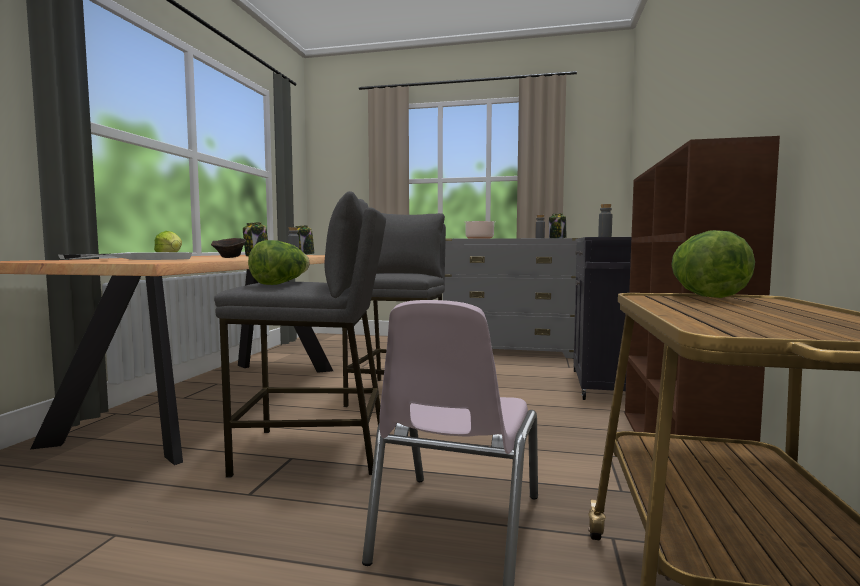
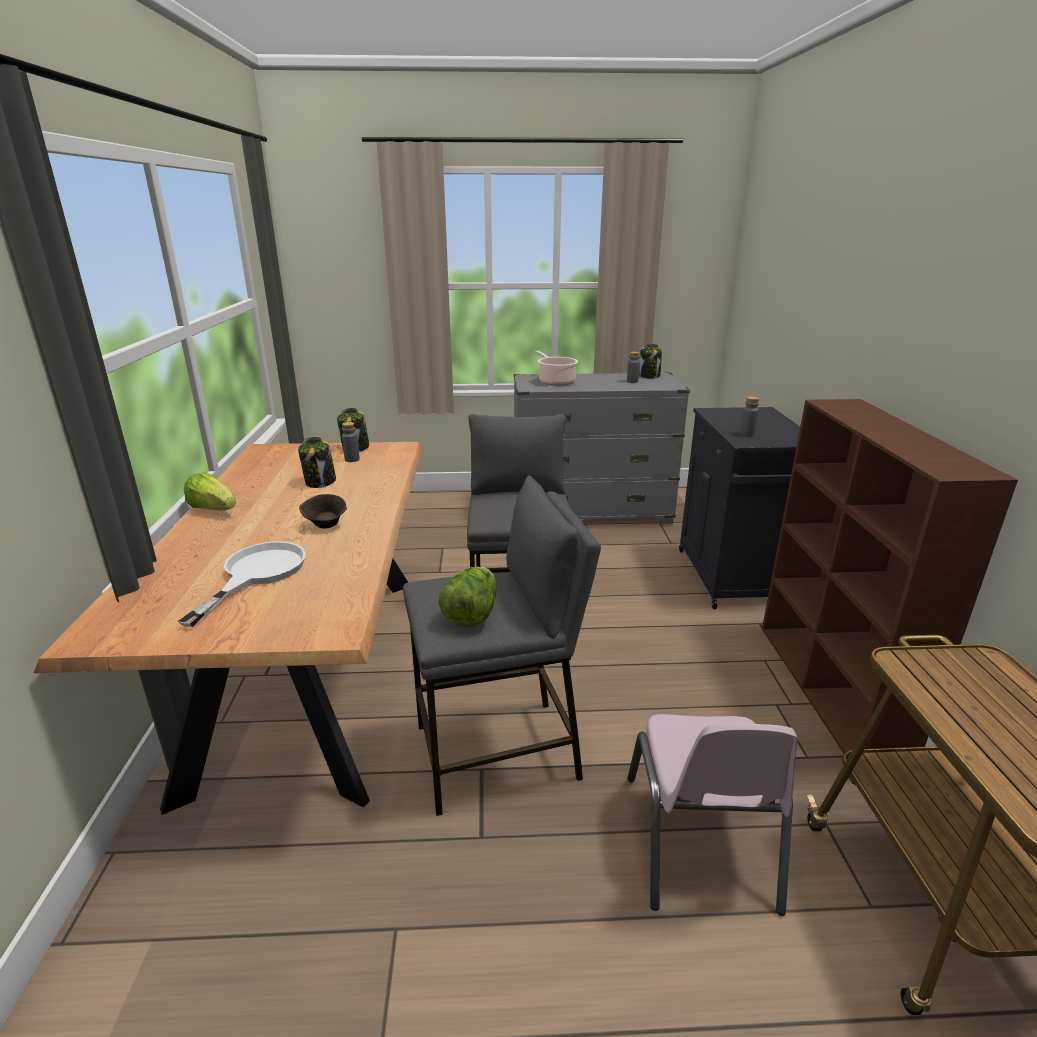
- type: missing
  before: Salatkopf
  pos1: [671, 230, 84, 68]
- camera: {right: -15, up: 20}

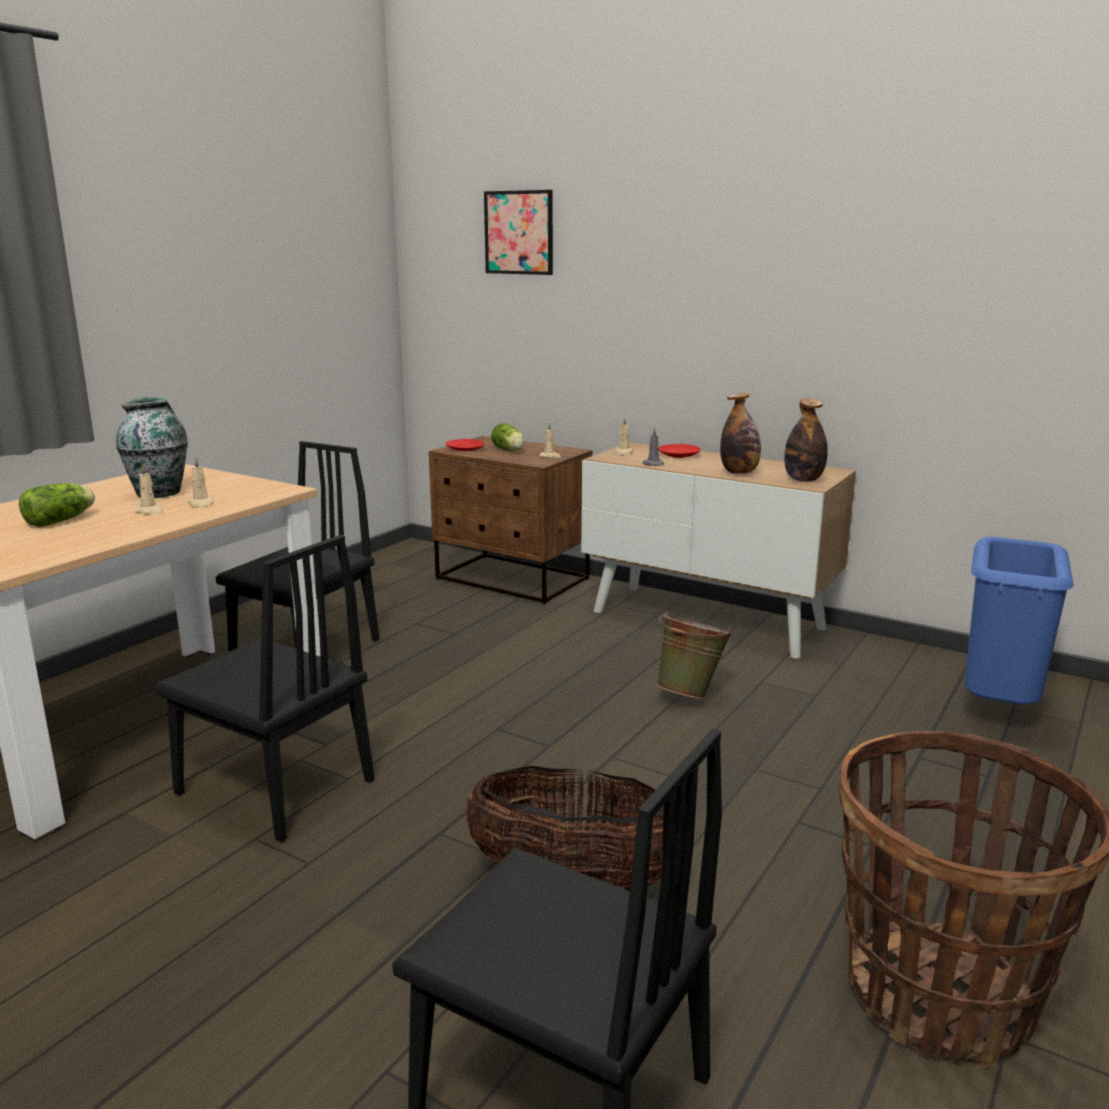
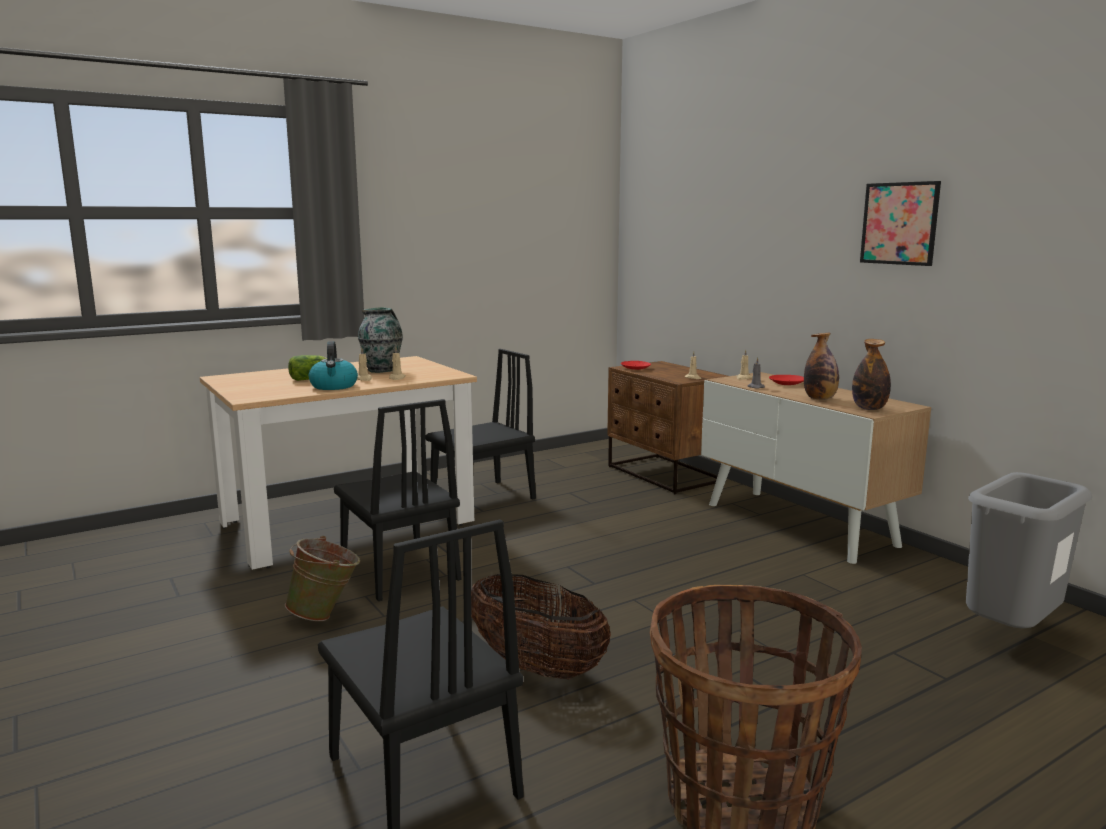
- type: missing
  before: Salatkopf
  pos1: [491, 423, 33, 28]
- type: appeared
  after: Wasserkessel
  pos2: [309, 341, 49, 49]
- type: relocated
  before: Bild
  pos1: [484, 190, 69, 85]
  pos2: [860, 181, 81, 85]
- type: relocated
  before: Eimer (grün)
  pos1: [656, 611, 77, 88]
  pos2: [285, 536, 75, 85]
- type: colour
  before: Mülleimer (blau)
  after: Mülleimer (grau)
  pos1: [964, 537, 110, 168]
  pos2: [966, 472, 126, 157]
- camera: {right: 25, up: -5}

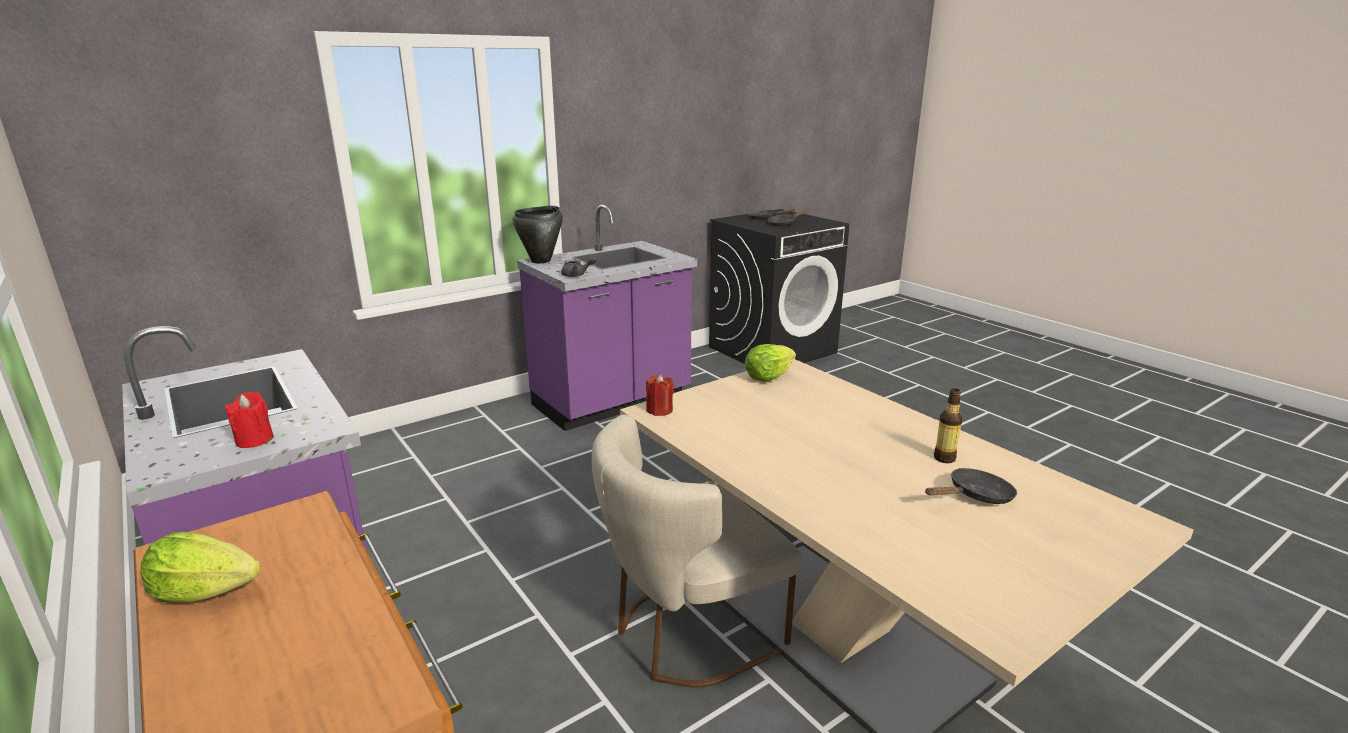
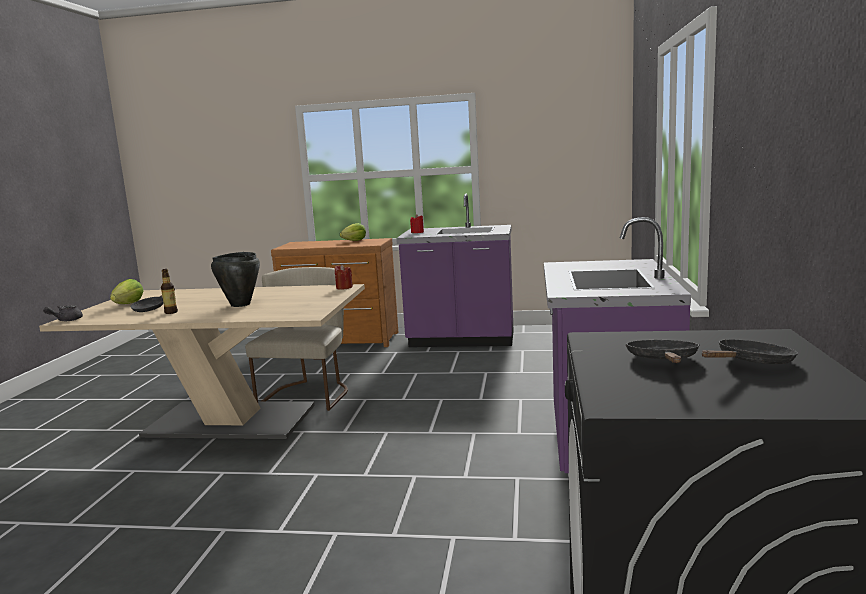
- type: relocated
  before: Kochtopf (schwarz)
  pos1: [513, 206, 50, 57]
  pos2: [211, 252, 49, 55]
- type: relocated
  before: Teekanne (grau)
  pos1: [561, 256, 36, 21]
  pos2: [43, 305, 40, 16]
- type: relocated
  before: Salatkopf
  pos1: [745, 344, 51, 38]
  pos2: [110, 279, 34, 25]
- camera: {right: 135, up: -10}

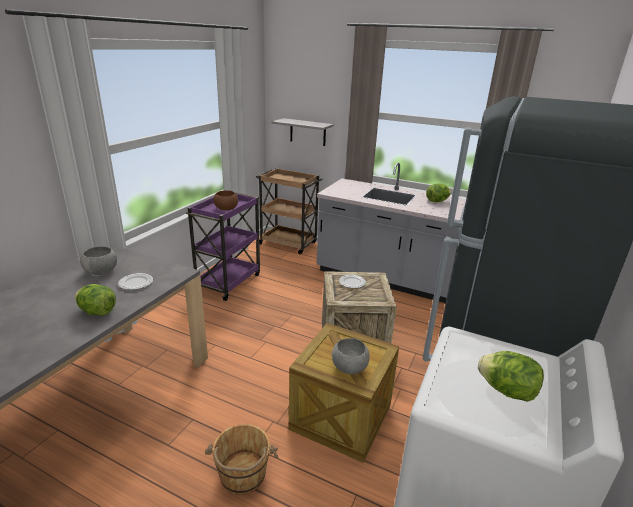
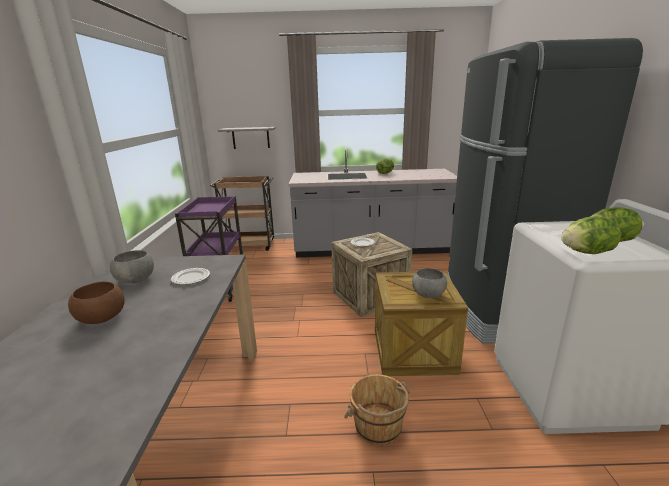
- type: relocated
  before: Salatkopf
  pos1: [75, 284, 41, 32]
  pos2: [561, 216, 60, 38]
- type: relocated
  before: Schüssel (braun)
  pos1: [214, 190, 24, 21]
  pos2: [68, 281, 57, 43]
- camera: {right: -25, up: -5}

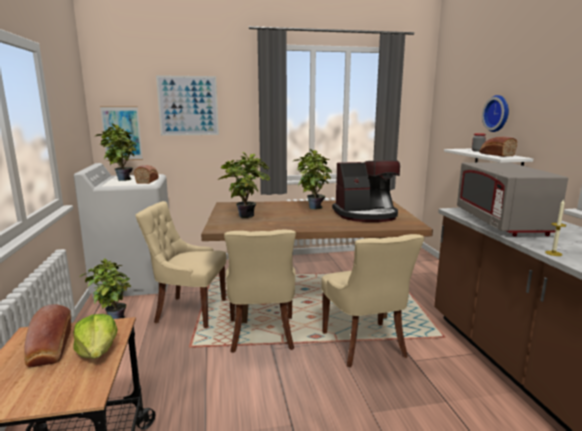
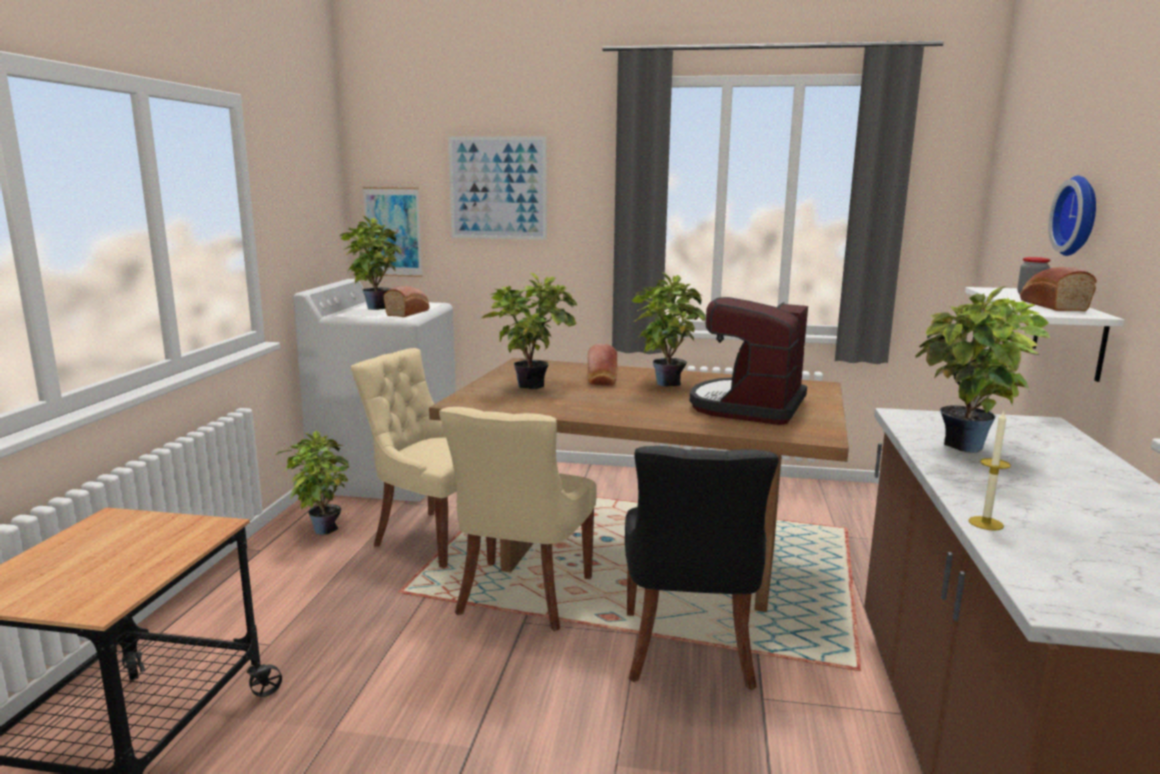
- type: missing
  before: Salatkopf
  pos1: [73, 314, 45, 45]
- type: relocated
  before: Brot
  pos1: [24, 305, 48, 62]
  pos2: [588, 343, 30, 43]
- type: exchanged
  before: Mikrowelle (grau)
  after: Topfpflanze
  pos1: [457, 162, 111, 74]
  pos2: [915, 286, 135, 167]
- type: colour
  before: Stuhl (beige)
  after: Stuhl (schwarz)
  pos1: [321, 234, 104, 134]
  pos2: [625, 446, 154, 244]
- type: spun
  before: Kaffeemaschine
  pos1: [332, 160, 68, 62]
  pos2: [690, 297, 118, 128]
  turn: 105
- camera: {right: 20, up: 0}

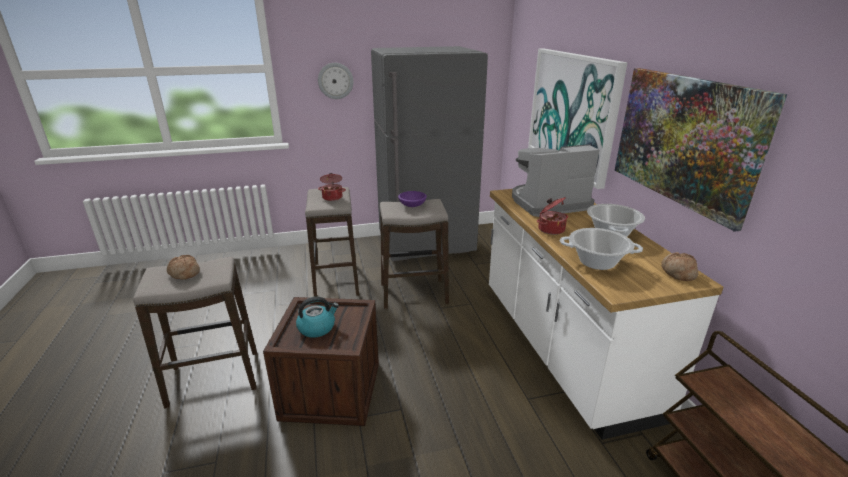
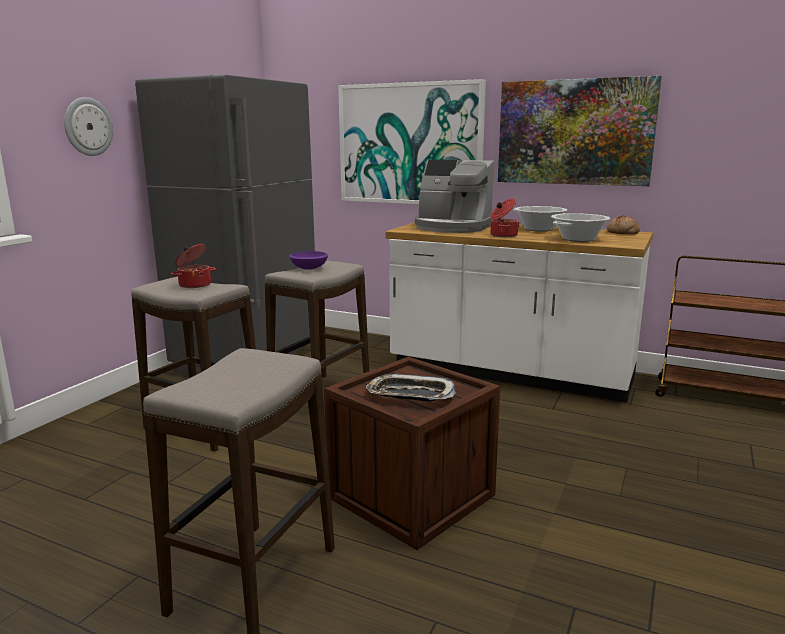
- type: missing
  before: Brot
  pos1: [167, 255, 33, 25]
- type: exchanged
  before: Wasserkessel
  after: Tablett
  pos1: [296, 297, 43, 41]
  pos2: [366, 374, 90, 28]
- type: spun
  before: Kaffeemaschine
  pos1: [512, 144, 87, 73]
  pos2: [415, 160, 79, 73]
  turn: -90
- camera: {right: -50, up: -10}

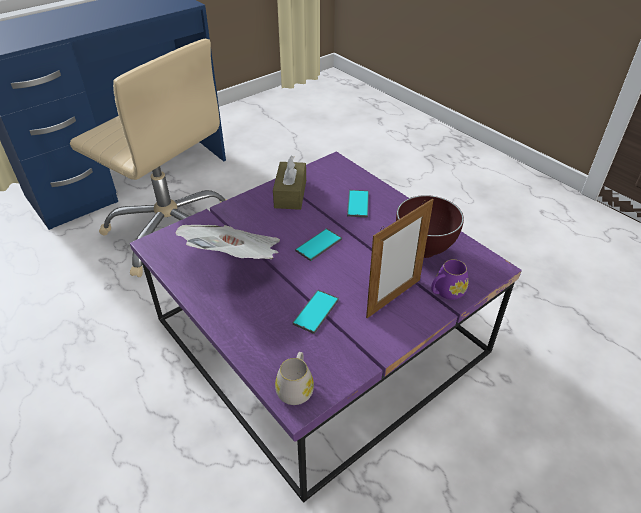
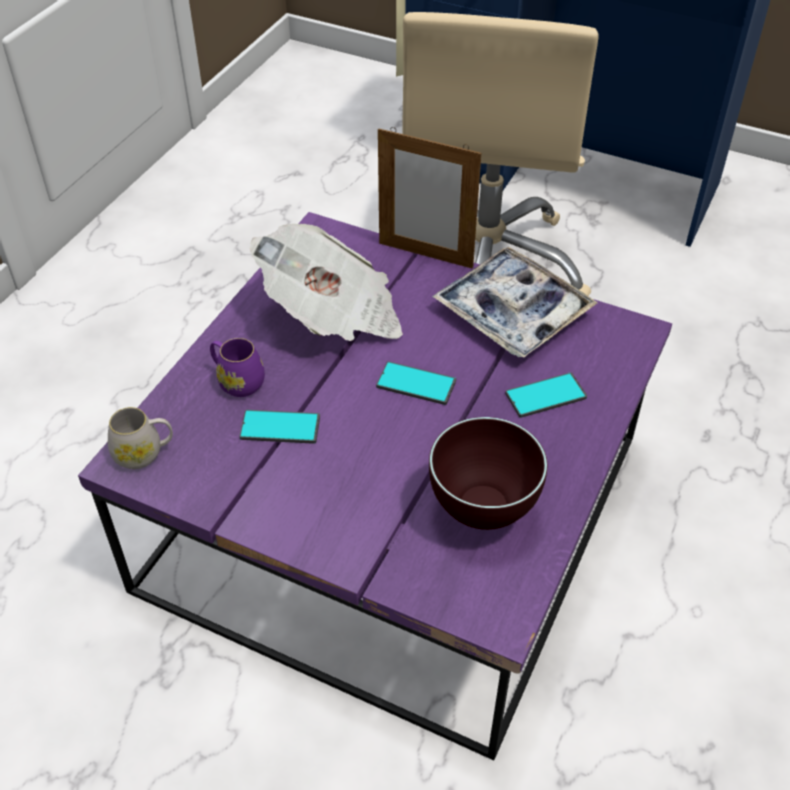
- type: relocated
  before: Bilderrahmen
  pos1: [366, 198, 68, 120]
  pos2: [378, 127, 103, 142]
- type: relocated
  before: Henkelbecher (lila)
  pos1: [431, 259, 37, 41]
  pos2: [210, 338, 55, 59]
- type: exchanged
  before: Taschentuchbox (braun)
  after: Tablett
  pos1: [273, 155, 33, 55]
  pos2: [432, 247, 166, 111]
- camera: {right: 65, up: 5}

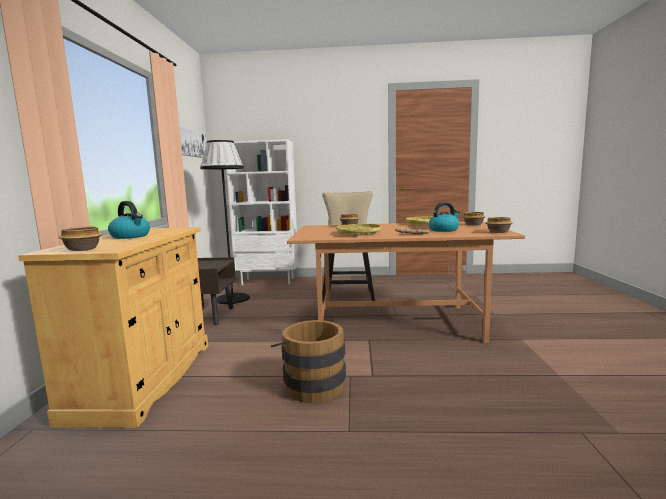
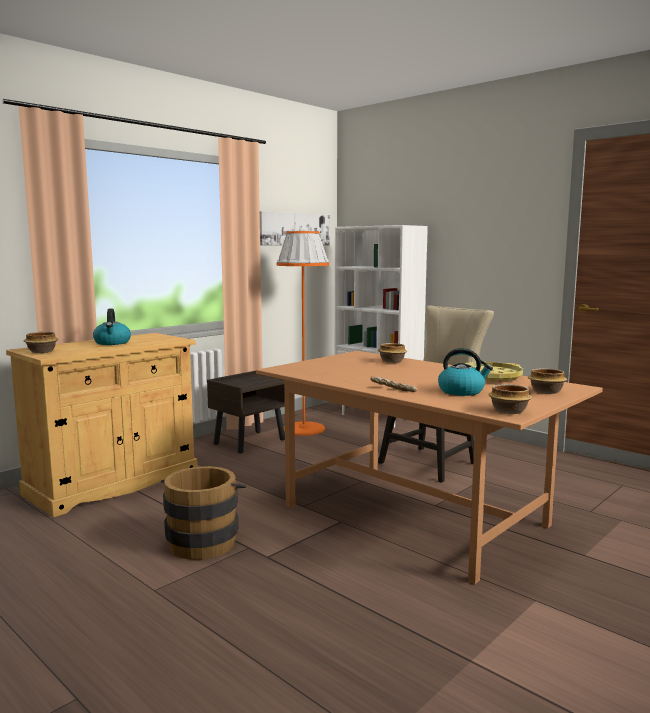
- type: missing
  before: Tablett (gelb)
  pos1: [336, 223, 46, 12]
- type: colour
  before: Stehlampe (schwarz)
  after: Stehlampe (orange)
  pos1: [200, 140, 50, 164]
  pos2: [276, 231, 53, 205]
- camera: {right: 40, up: 0}

